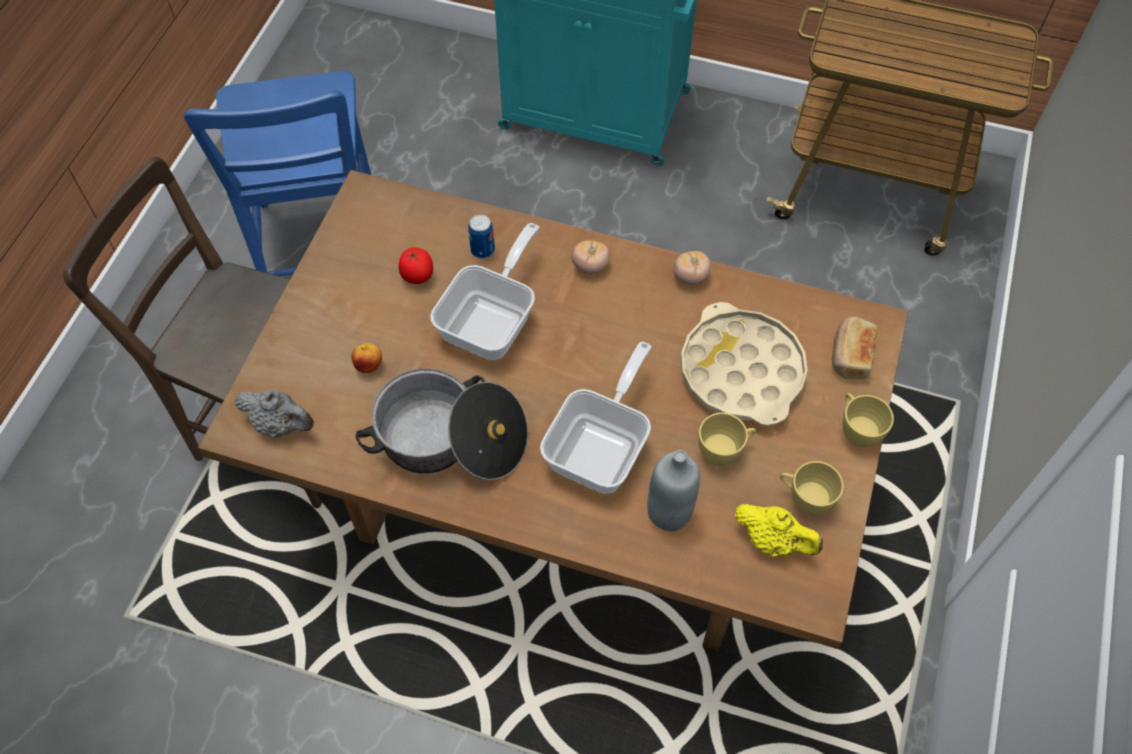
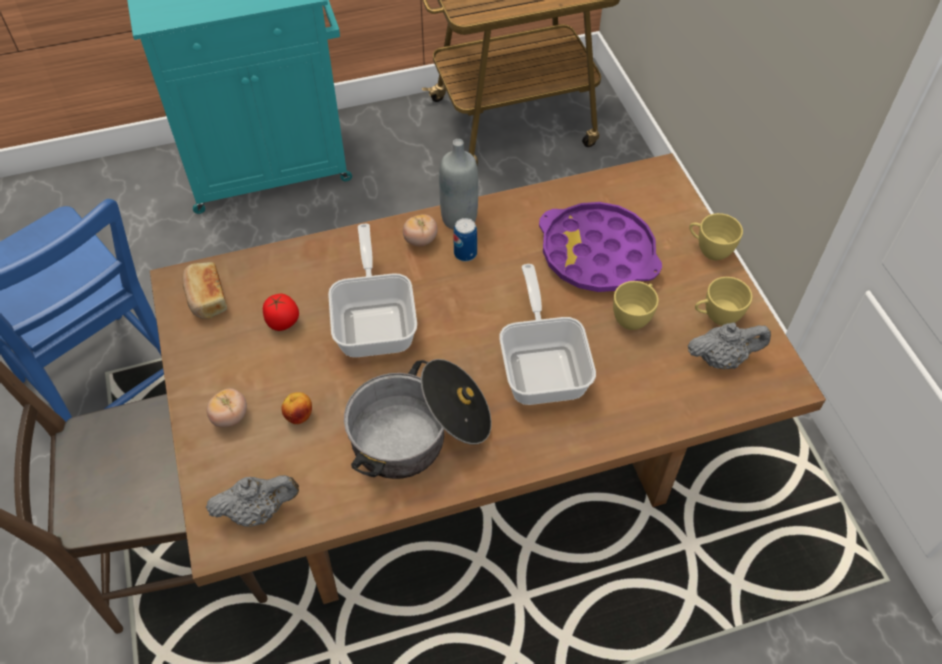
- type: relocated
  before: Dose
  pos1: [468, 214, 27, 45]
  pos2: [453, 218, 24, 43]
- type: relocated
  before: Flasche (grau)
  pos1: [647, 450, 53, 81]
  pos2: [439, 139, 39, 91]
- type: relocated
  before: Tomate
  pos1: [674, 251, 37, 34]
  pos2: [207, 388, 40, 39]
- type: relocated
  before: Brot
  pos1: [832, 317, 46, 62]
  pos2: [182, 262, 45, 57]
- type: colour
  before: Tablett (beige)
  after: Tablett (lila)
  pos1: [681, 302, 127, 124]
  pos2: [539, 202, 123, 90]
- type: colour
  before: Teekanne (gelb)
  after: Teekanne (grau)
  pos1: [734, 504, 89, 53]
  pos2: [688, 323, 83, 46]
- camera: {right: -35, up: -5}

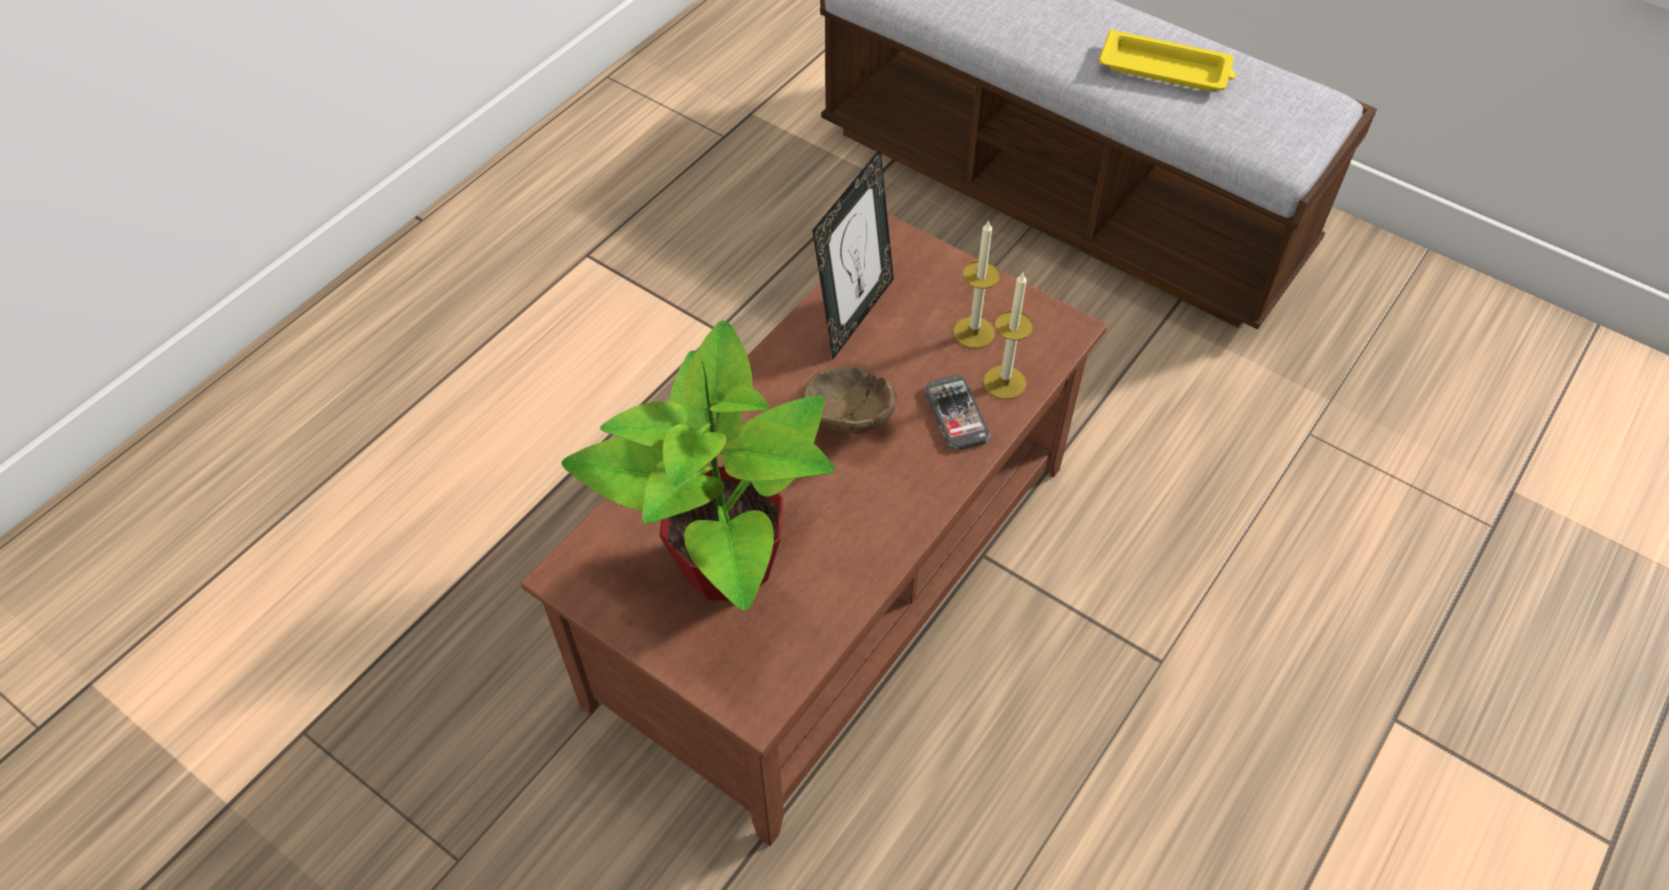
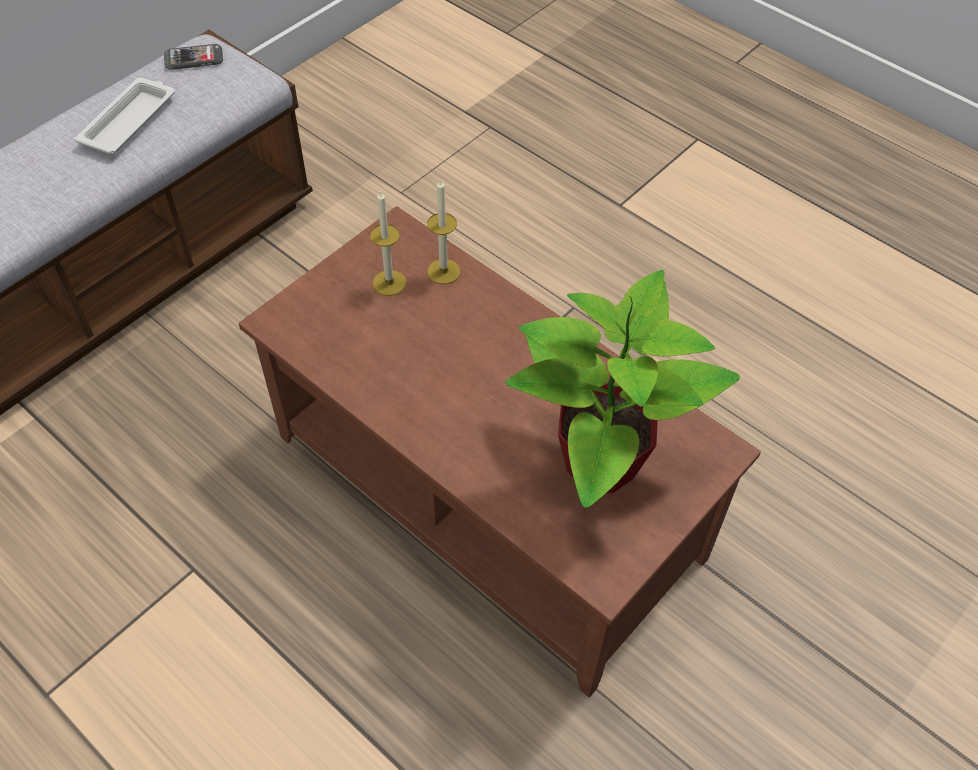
- type: missing
  before: Schüssel (braun)
  pos1: [803, 367, 94, 67]
- type: missing
  before: Bilderrahmen
  pos1: [812, 148, 82, 211]
- type: relocated
  before: Handy
  pos1: [924, 375, 67, 75]
  pos2: [164, 44, 59, 26]
- type: colour
  before: Tablett (gelb)
  after: Tablett (weiß)
  pos1: [1099, 29, 137, 62]
  pos2: [74, 78, 101, 76]
- camera: {right: -85, up: 0}

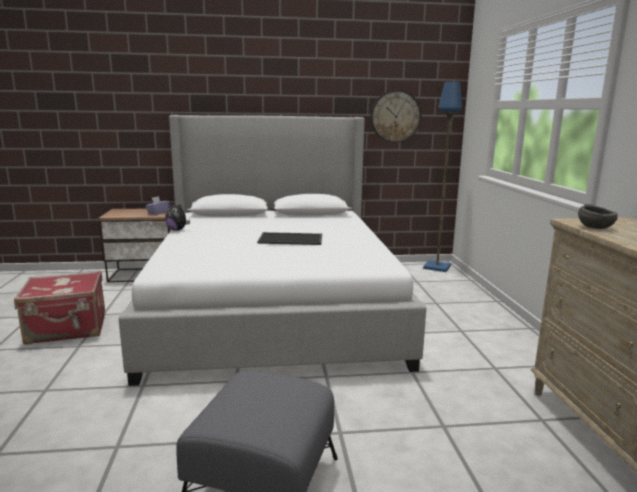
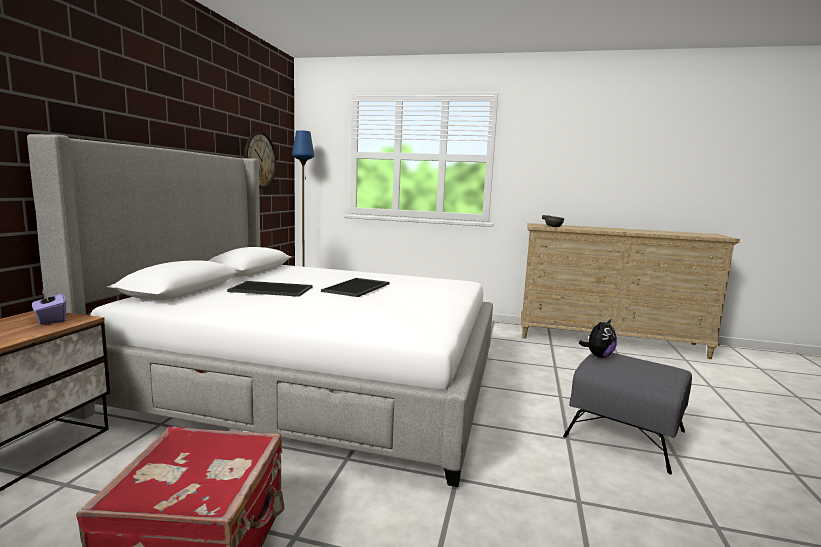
- type: appeared
  after: Tablett
  pos2: [227, 281, 86, 16]
- type: relocated
  before: Plüschtier
  pos1: [165, 202, 25, 29]
  pos2: [579, 318, 38, 40]
- camera: {right: -70, up: -5}

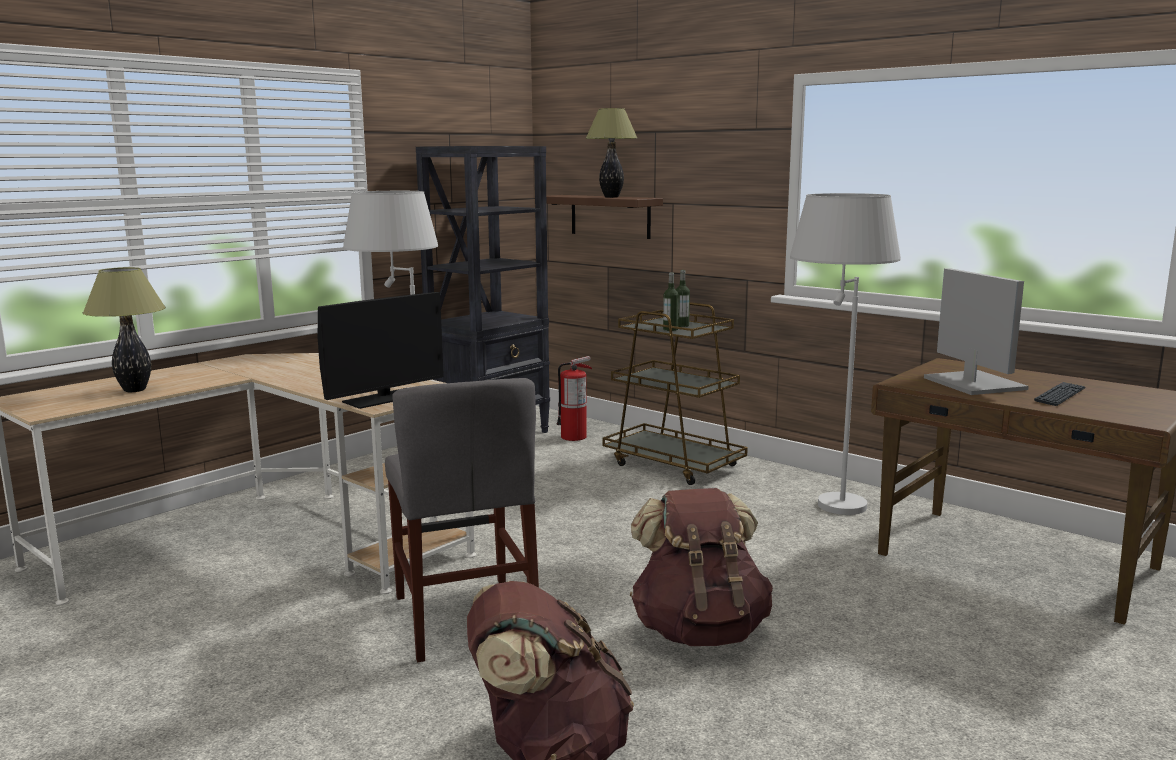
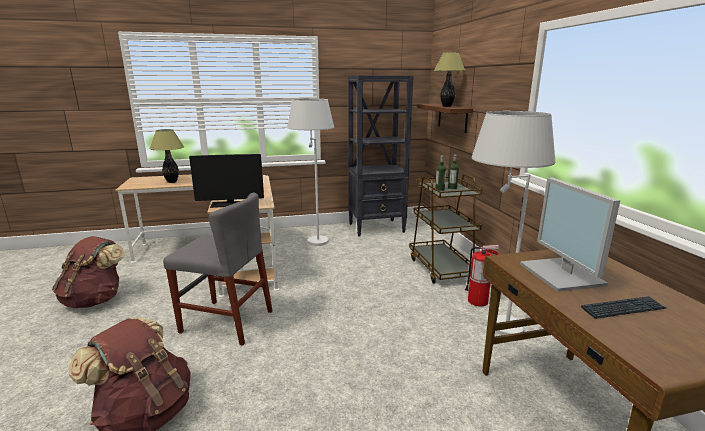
- type: relocated
  before: Feuerlöscher
  pos1: [556, 356, 36, 85]
  pos2: [465, 245, 34, 61]
- type: relocated
  before: Rucksack (braun)
  pos1: [630, 488, 143, 158]
  pos2: [52, 236, 73, 73]
- type: spun
  before: Stuhl (grau)
  pos1: [385, 378, 154, 284]
  pos2: [163, 192, 110, 154]
  turn: -90
- type: spun
  before: Monitor
  pos1: [924, 268, 105, 127]
  pos2: [520, 177, 100, 115]
  turn: 150
- camera: {right: 35, up: 5}

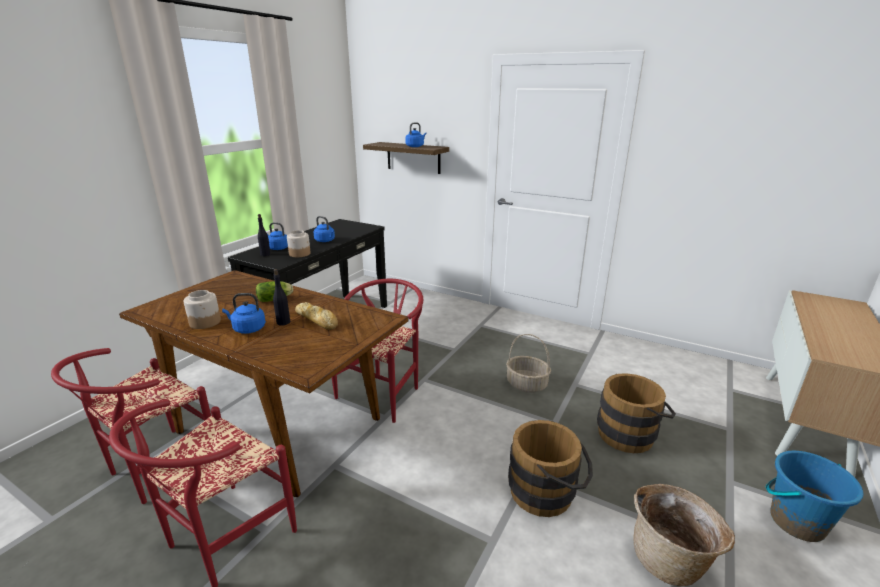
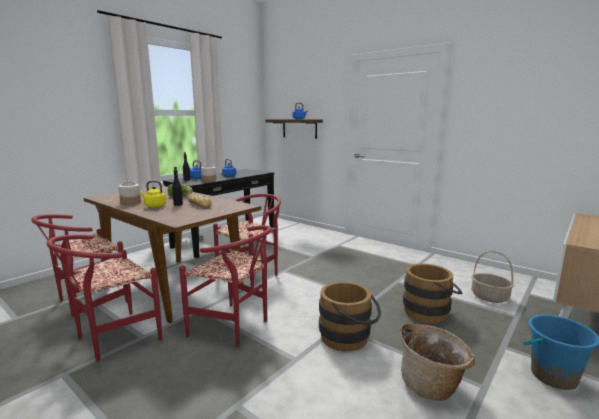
- type: appeared
  after: Stuhl (rot)
  pos2: [179, 225, 93, 122]
- type: relocated
  before: Korb
  pos1: [506, 334, 45, 59]
  pos2: [471, 251, 43, 52]
- type: colour
  before: Wasserkessel (blau)
  after: Wasserkessel (gelb)
  pos1: [222, 293, 44, 41]
  pos2: [140, 181, 26, 26]
- camera: {right: 10, up: -10}

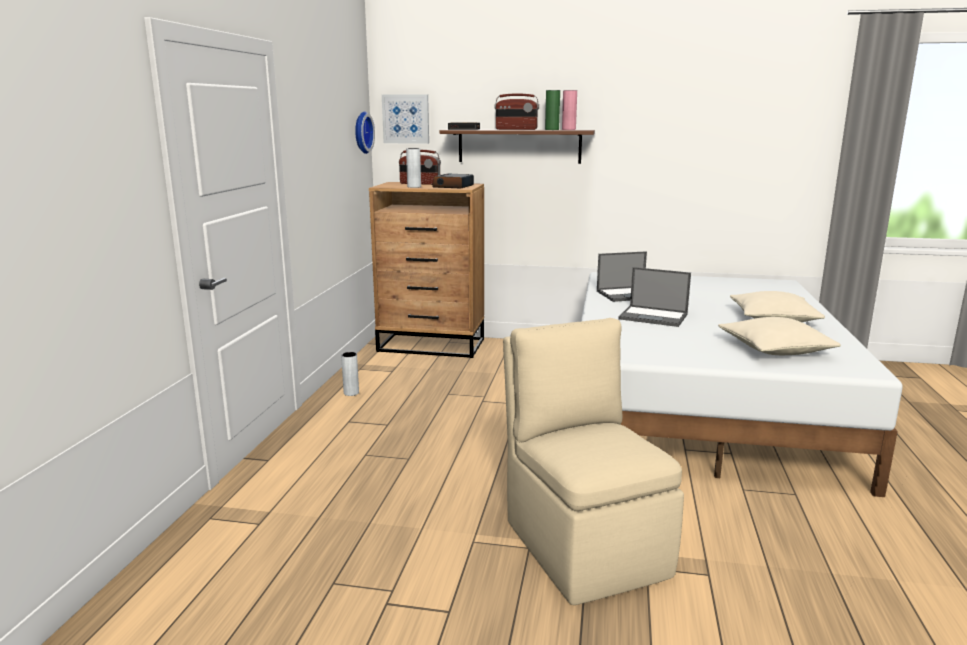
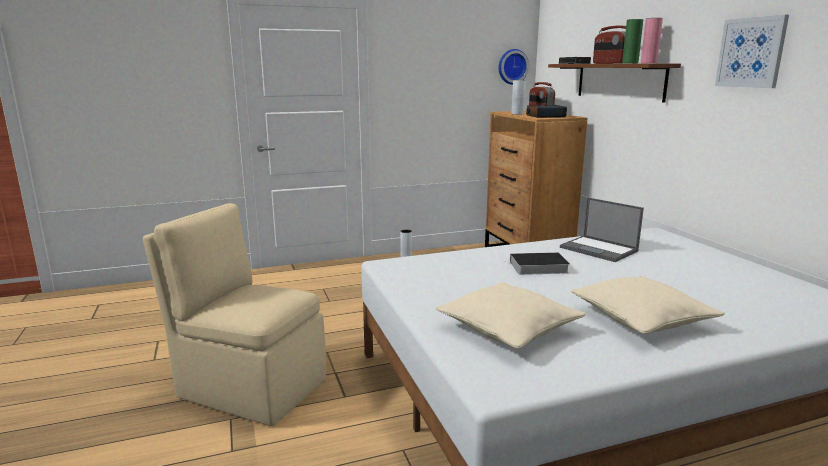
- type: relocated
  before: Bild
  pos1: [382, 94, 47, 50]
  pos2: [715, 15, 74, 73]
- type: exchanged
  before: Laptop
  after: Buch
  pos1: [619, 267, 72, 60]
  pos2: [504, 252, 65, 23]
- type: spun
  before: Stuhl (beige)
  pos1: [503, 318, 181, 287]
  pos2: [143, 203, 183, 223]
  turn: -105
- camera: {right: 60, up: 0}

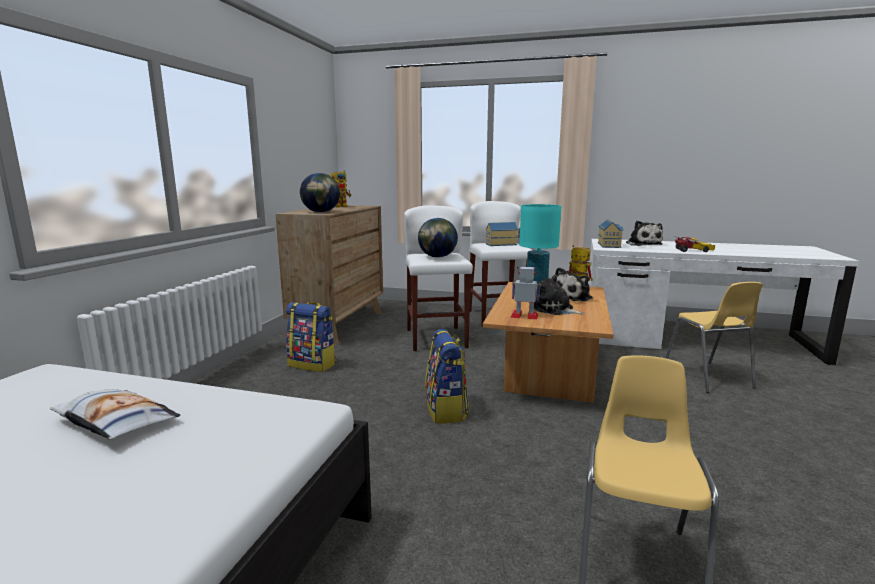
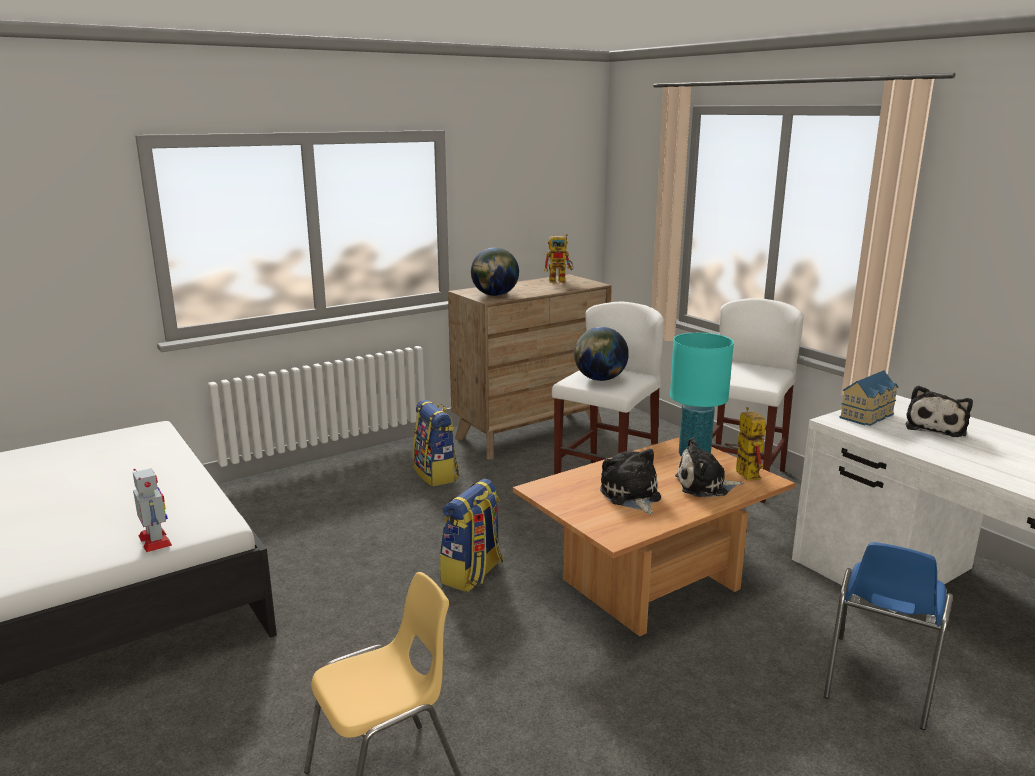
- type: missing
  before: Kissen
  pos1: [50, 389, 130, 51]
- type: missing
  before: Spielzeughaus
  pos1: [486, 222, 32, 24]
- type: missing
  before: Spielzeugauto
  pos1: [675, 237, 41, 15]
- type: relocated
  before: Spielzeugroboter
  pos1: [511, 267, 30, 53]
  pos2: [133, 468, 39, 84]
- type: colour
  before: Stuhl (gelb)
  after: Stuhl (blau)
  pos1: [665, 282, 98, 111]
  pos2: [824, 542, 129, 188]
- camera: {right: 40, up: 5}

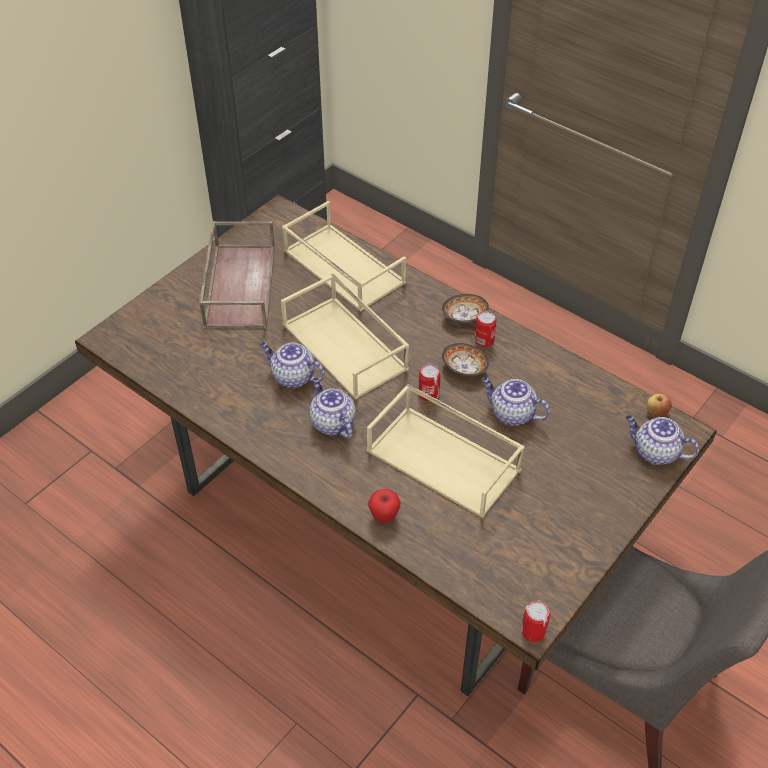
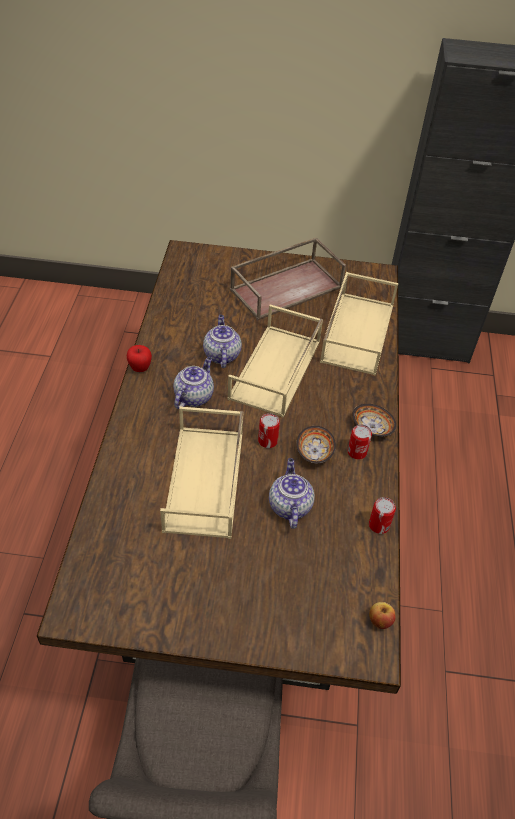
- type: missing
  before: Teekanne
  pos1: [625, 415, 74, 50]
- type: relocated
  before: Apfel
  pos1: [368, 489, 32, 34]
  pos2: [127, 345, 25, 27]
- type: relocated
  before: Dose
  pos1: [521, 600, 30, 42]
  pos2: [369, 497, 27, 37]
- camera: {right: 55, up: 0}

